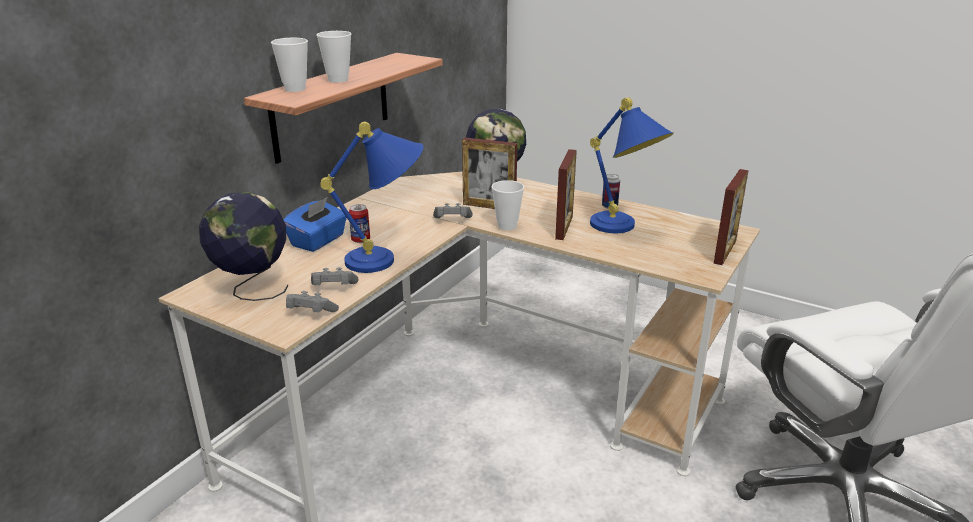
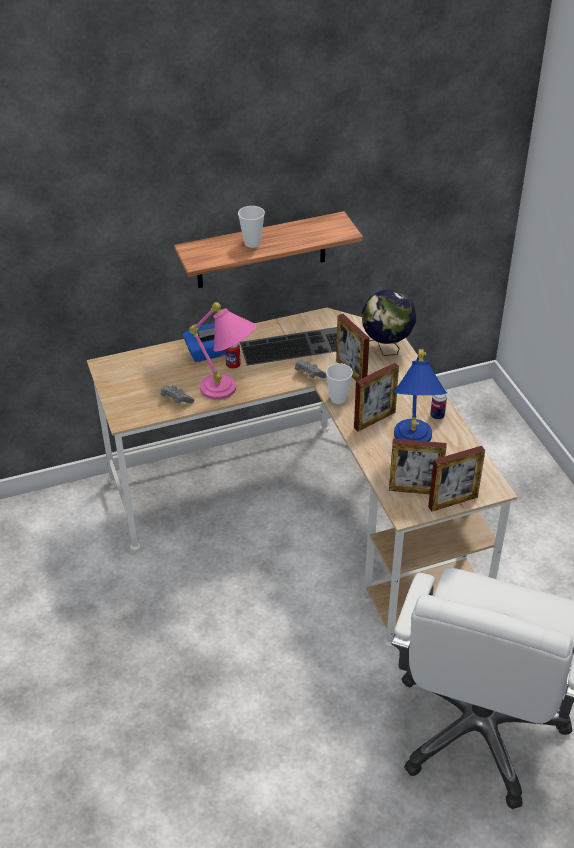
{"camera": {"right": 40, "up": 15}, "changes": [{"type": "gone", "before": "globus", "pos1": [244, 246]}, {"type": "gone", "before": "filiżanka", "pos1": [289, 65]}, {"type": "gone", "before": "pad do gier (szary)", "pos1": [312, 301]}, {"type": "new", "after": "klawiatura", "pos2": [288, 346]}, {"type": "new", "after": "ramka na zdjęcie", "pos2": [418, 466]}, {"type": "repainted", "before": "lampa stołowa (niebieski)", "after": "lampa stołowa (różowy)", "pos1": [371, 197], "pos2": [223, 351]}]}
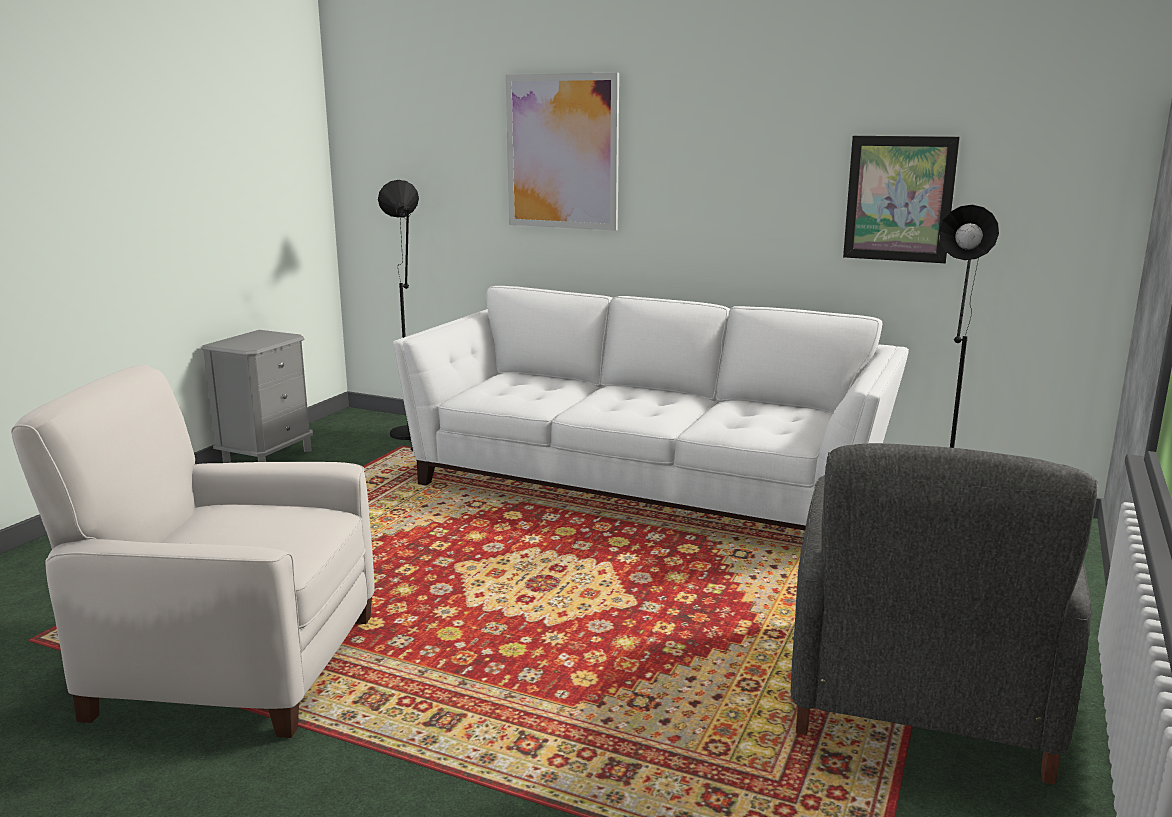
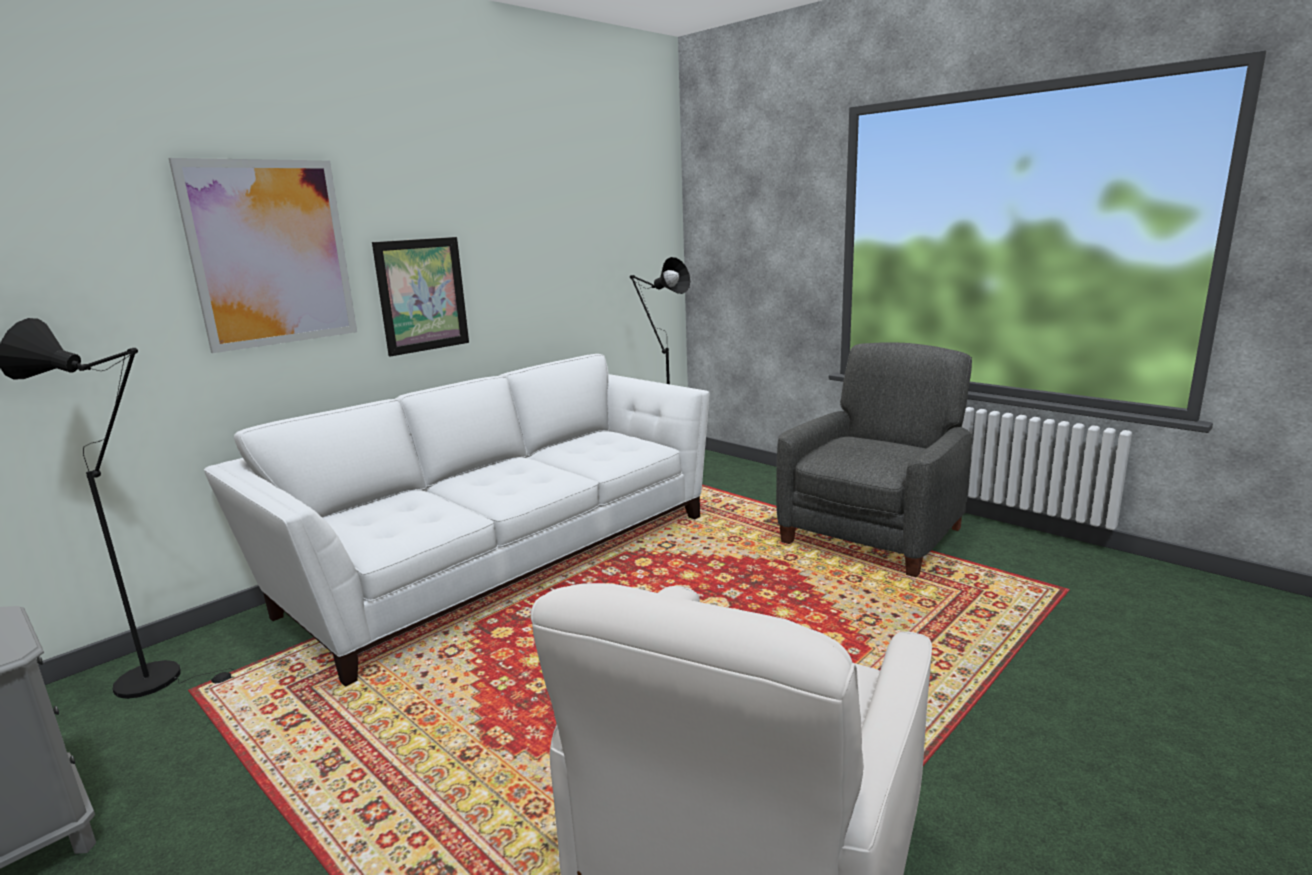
{"camera": {"right": -70, "up": 0}, "changes": [{"type": "shifted", "before": "obraz", "pos1": [901, 199], "pos2": [420, 297]}, {"type": "rotated", "before": "fotel (szary)", "pos1": [944, 614], "pos2": [874, 459], "turn": -90}]}
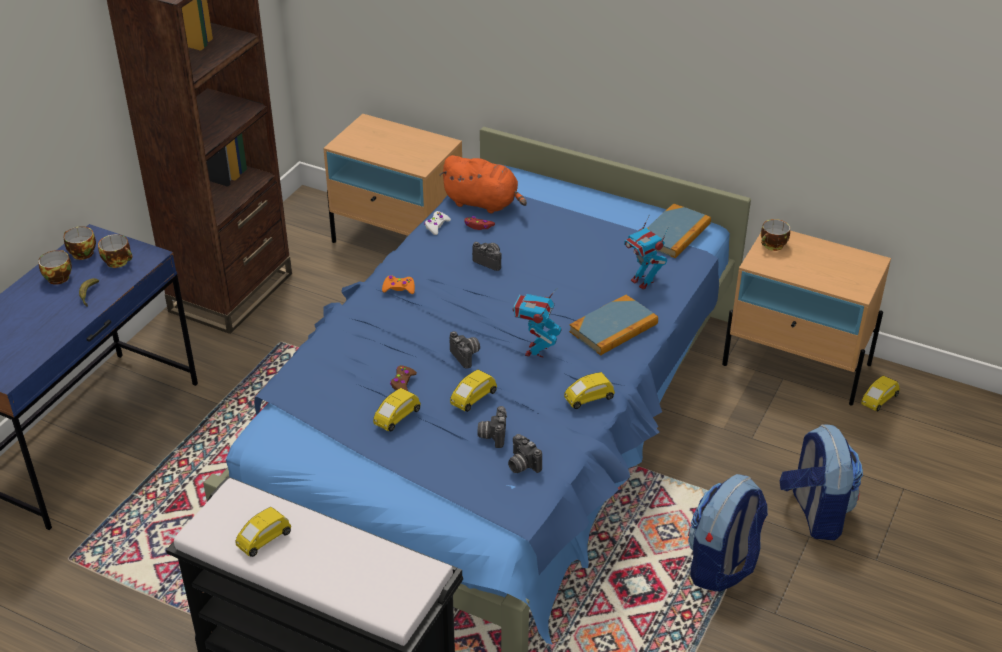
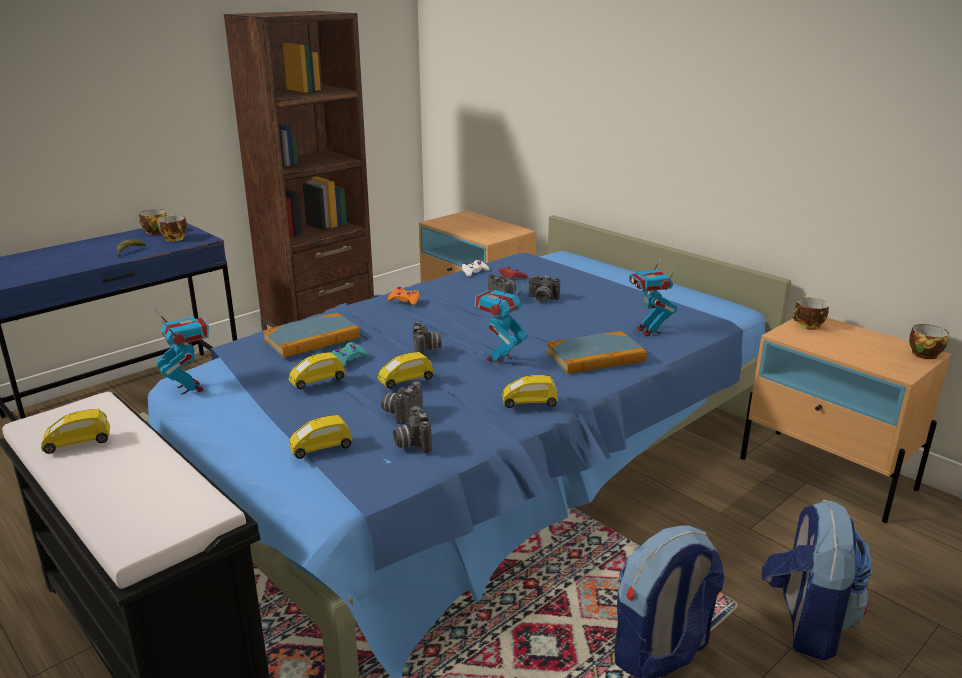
{"camera": {"right": 20, "up": -15}, "changes": [{"type": "gone", "before": "pluszak (pomarańczowy)", "pos1": [483, 184]}, {"type": "new", "after": "robot zabawkowy", "pos2": [182, 352]}, {"type": "new", "after": "aparat fotograficzny", "pos2": [544, 288]}, {"type": "shifted", "before": "filiżanka", "pos1": [55, 267], "pos2": [929, 341]}, {"type": "shifted", "before": "książka", "pos1": [679, 230], "pos2": [311, 335]}, {"type": "shifted", "before": "samochodzik (żółty)", "pos1": [880, 393], "pos2": [321, 437]}, {"type": "repainted", "before": "pad do gier (brązowy)", "after": "pad do gier (turkusowy)", "pos1": [403, 378], "pos2": [349, 354]}]}
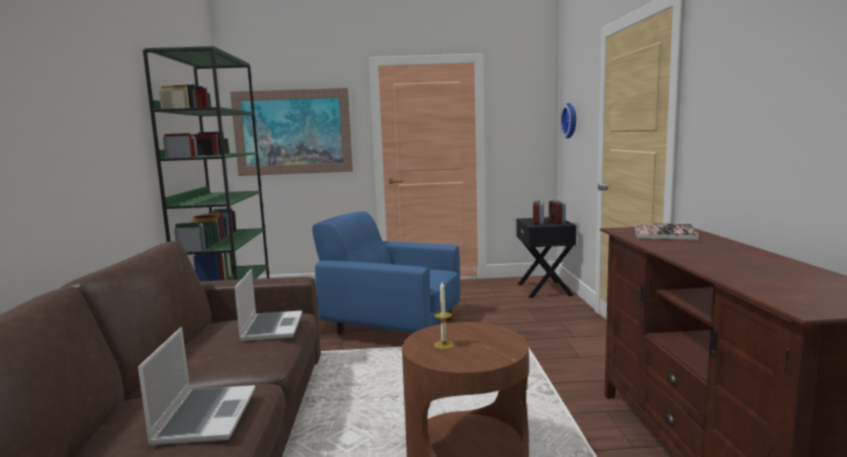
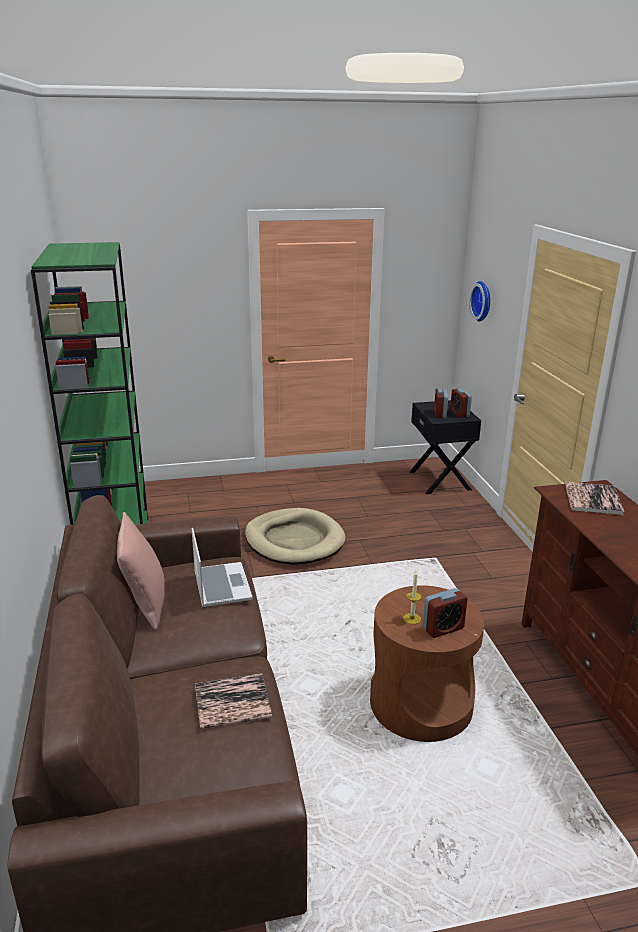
{"camera": {"right": -10, "up": 15}, "changes": [{"type": "gone", "before": "obraz", "pos1": [291, 132]}, {"type": "new", "after": "poduszka (różowy)", "pos2": [141, 571]}, {"type": "new", "after": "budzik", "pos2": [445, 613]}, {"type": "swapped", "before": "laptop", "after": "książka", "pos1": [197, 386], "pos2": [233, 701]}, {"type": "swapped", "before": "fotel (niebieski)", "after": "legowisko (beżowy)", "pos1": [386, 273], "pos2": [295, 536]}]}
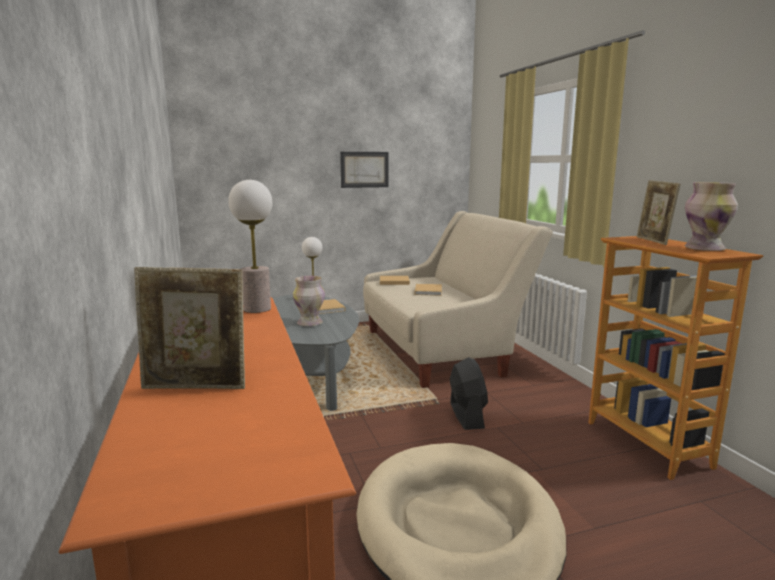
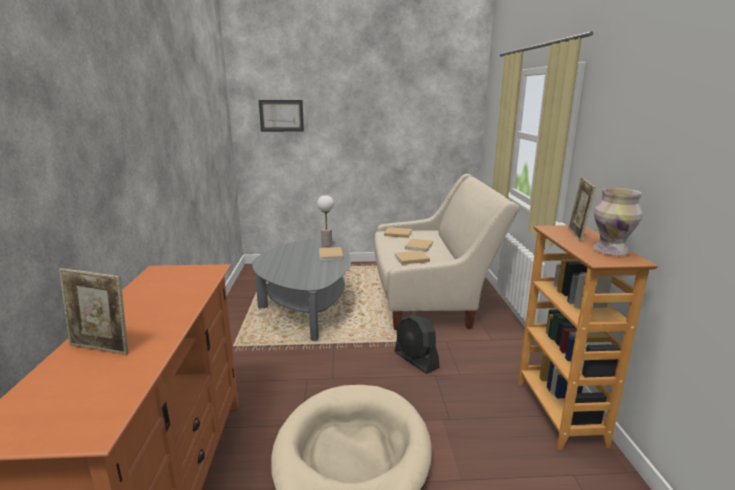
{"camera": {"right": 15, "up": 5}, "changes": [{"type": "gone", "before": "lampa stołowa", "pos1": [250, 246]}, {"type": "gone", "before": "wazon", "pos1": [309, 301]}, {"type": "new", "after": "książka (beżowy)", "pos2": [412, 258]}, {"type": "shifted", "before": "obraz", "pos1": [364, 170], "pos2": [281, 116]}, {"type": "rotated", "before": "wentylator (czarny)", "pos1": [469, 393], "pos2": [417, 344], "turn": 135}]}
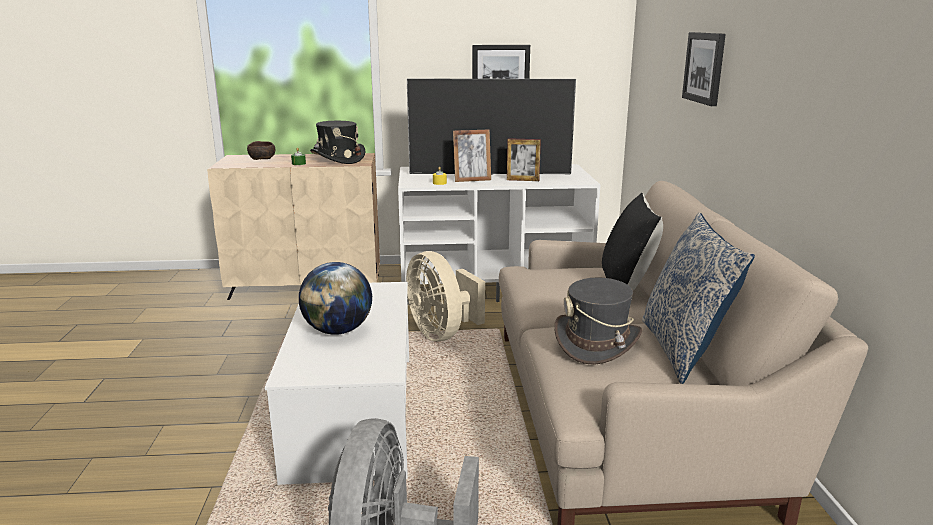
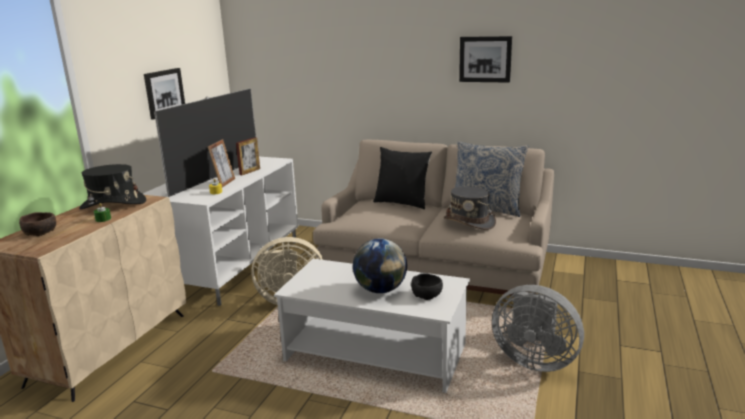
{"camera": {"right": -65, "up": 0}, "changes": [{"type": "new", "after": "miska (czarny)", "pos2": [427, 286]}, {"type": "shifted", "before": "obraz", "pos1": [704, 69], "pos2": [485, 59]}]}
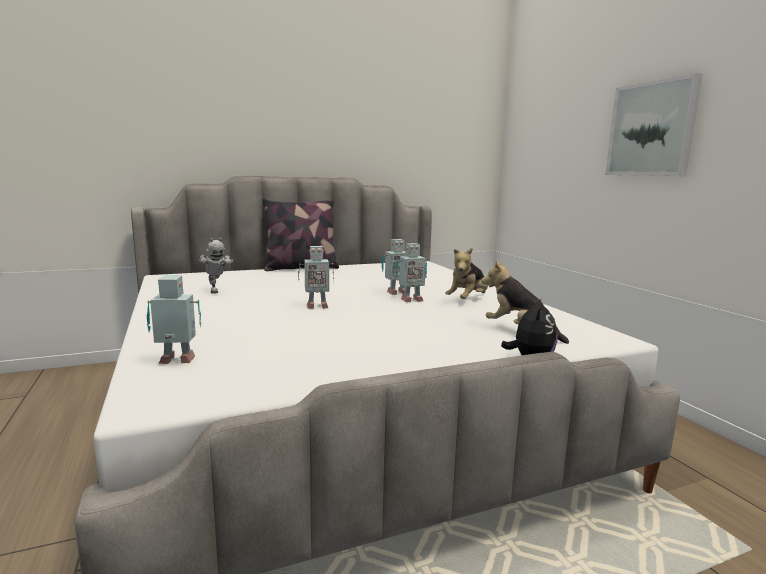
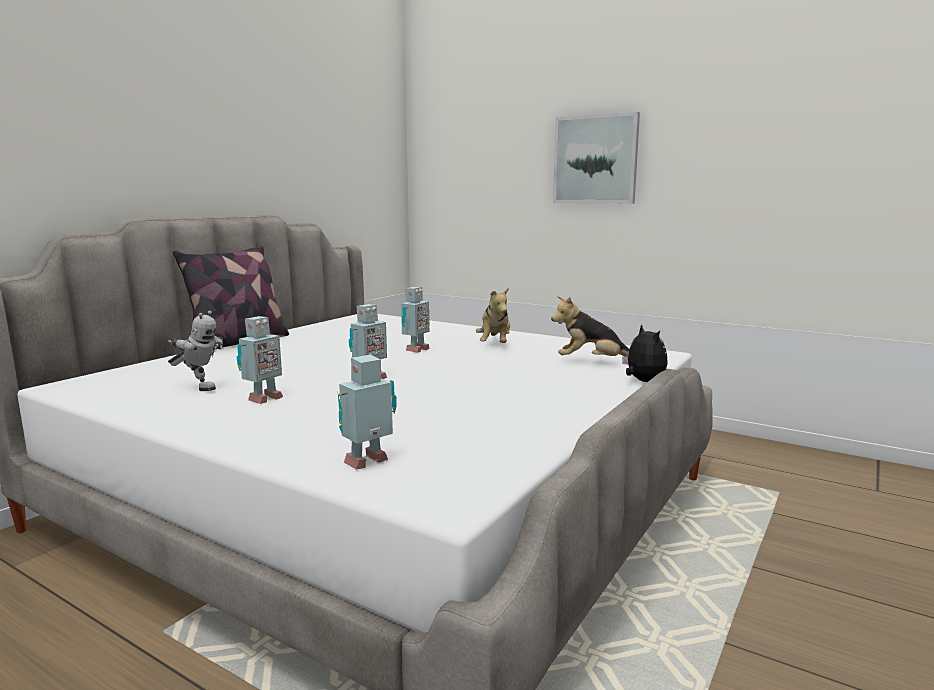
{"camera": {"right": -35, "up": 0}, "changes": [{"type": "shifted", "before": "robot zabawkowy", "pos1": [411, 272], "pos2": [259, 360]}]}
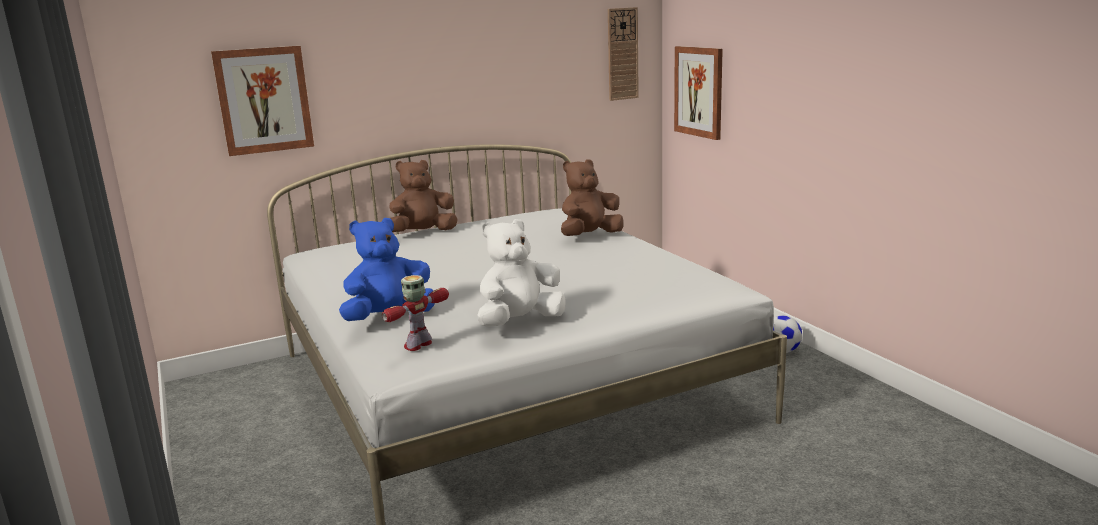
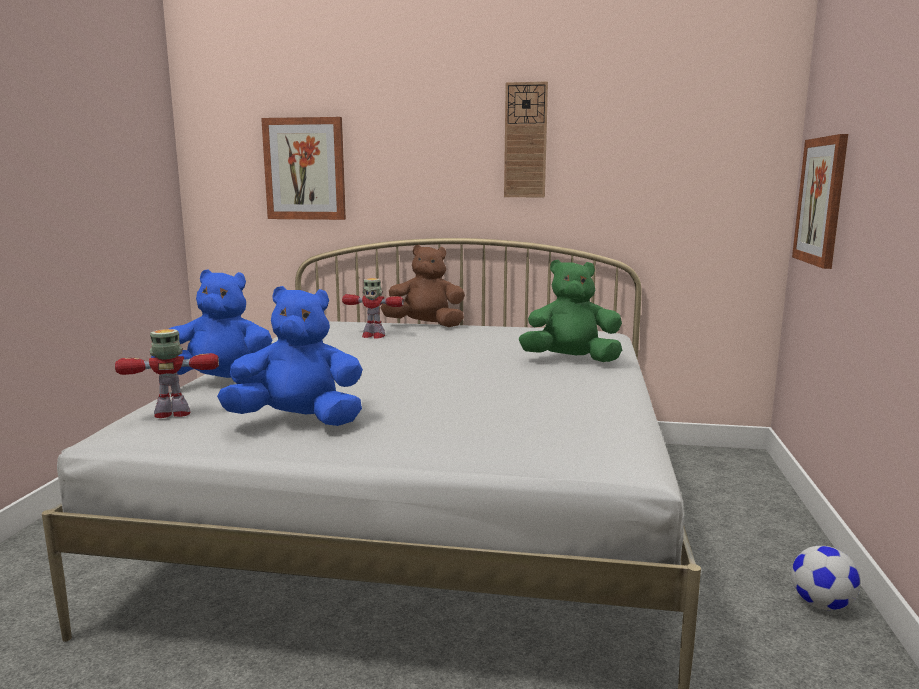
{"camera": {"right": 35, "up": -5}, "changes": [{"type": "new", "after": "robot zabawkowy", "pos2": [373, 308]}, {"type": "shifted", "before": "zegar ścienny", "pos1": [623, 54], "pos2": [526, 139]}, {"type": "repainted", "before": "pluszak (biały)", "after": "pluszak (niebieski)", "pos1": [521, 273], "pos2": [290, 356]}, {"type": "repainted", "before": "pluszak (brązowy)", "after": "pluszak (zielony)", "pos1": [592, 197], "pos2": [570, 311]}]}
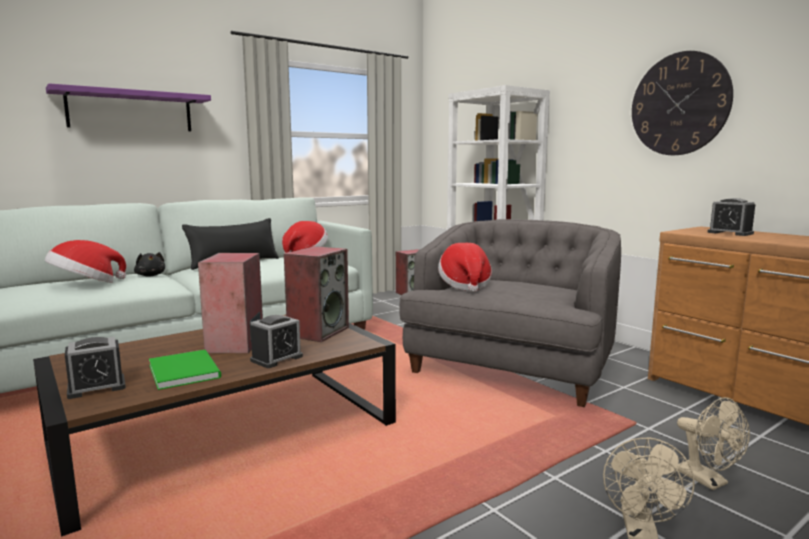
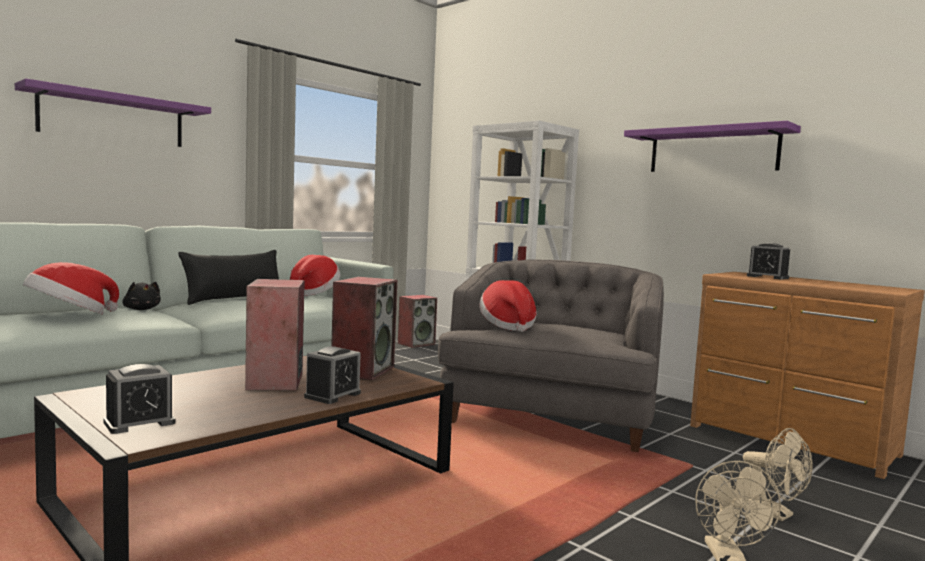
{"camera": {"right": -10, "up": -5}, "changes": [{"type": "gone", "before": "książka (zielony)", "pos1": [185, 370]}, {"type": "swapped", "before": "zegar ścienny", "after": "półka (fioletowy)", "pos1": [682, 103], "pos2": [712, 146]}]}
